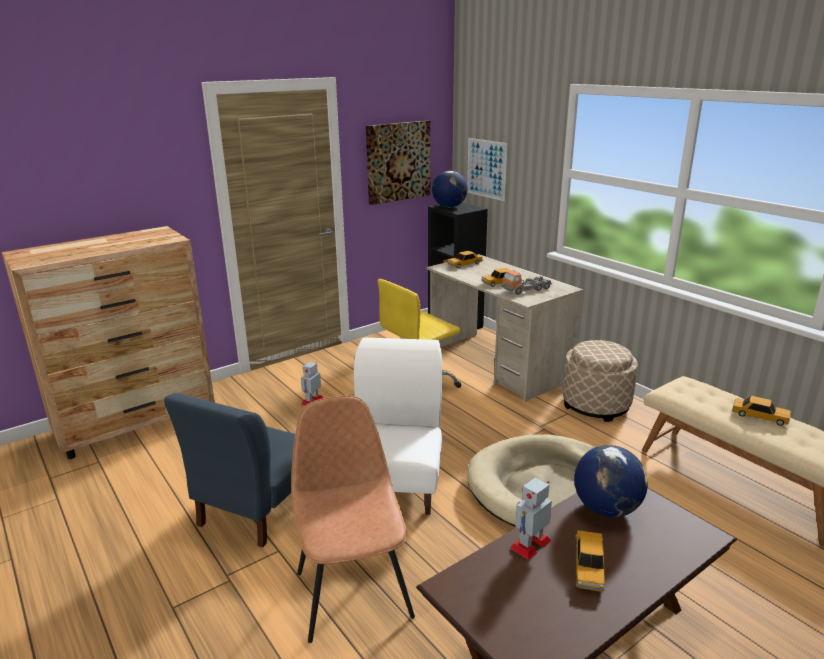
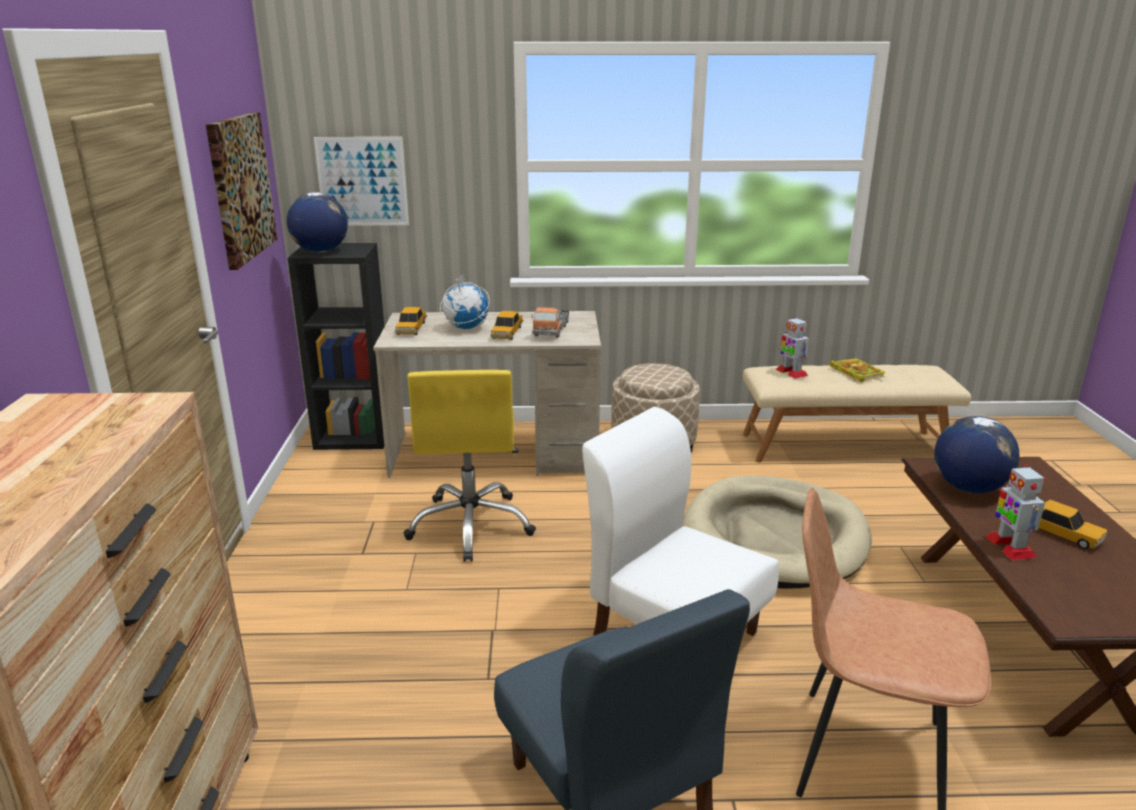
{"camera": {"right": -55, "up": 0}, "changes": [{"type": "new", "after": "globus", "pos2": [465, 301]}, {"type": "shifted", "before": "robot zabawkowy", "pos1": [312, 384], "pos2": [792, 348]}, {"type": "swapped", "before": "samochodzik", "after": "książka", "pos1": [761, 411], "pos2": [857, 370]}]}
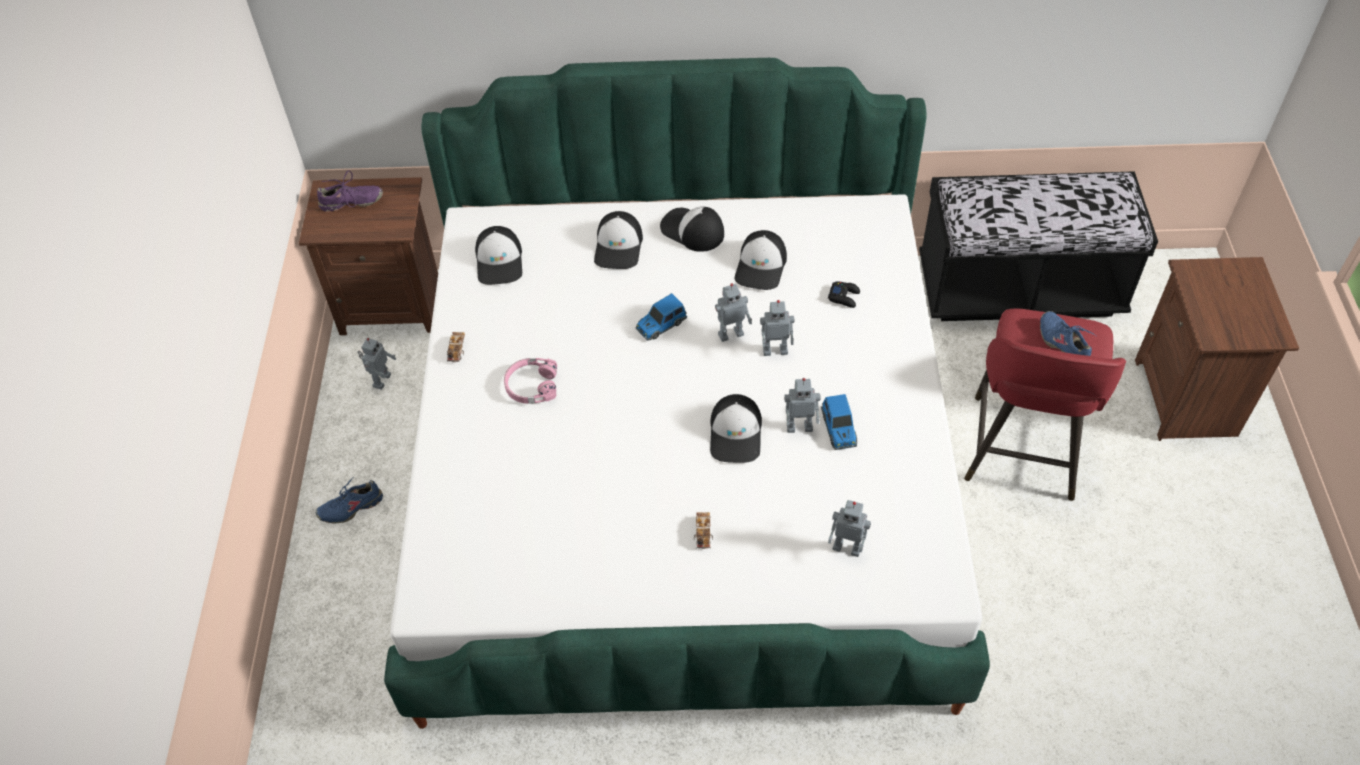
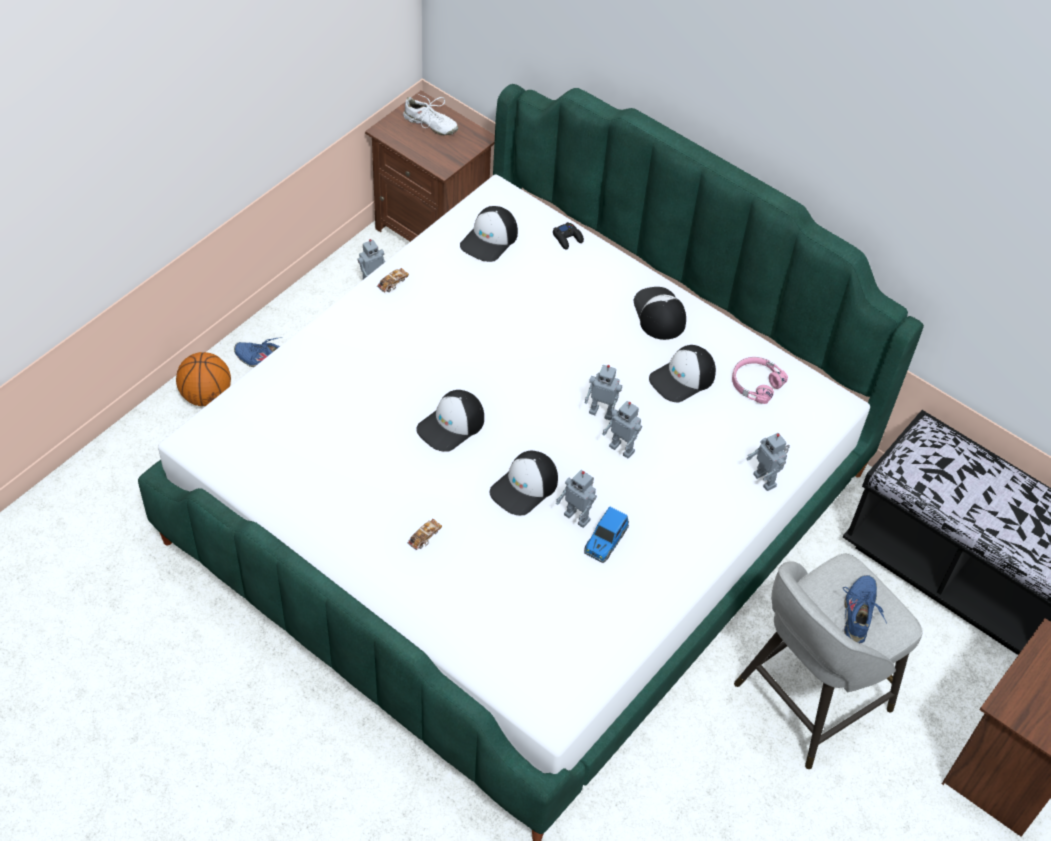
{"camera": {"right": 35, "up": 0}, "changes": [{"type": "gone", "before": "samochodzik", "pos1": [661, 317]}, {"type": "new", "after": "piłka do koszykówki", "pos2": [203, 379]}, {"type": "shifted", "before": "słuchawki (różowy)", "pos1": [530, 381], "pos2": [760, 380]}, {"type": "shifted", "before": "czapka z daszkiem", "pos1": [618, 240], "pos2": [450, 421]}, {"type": "shifted", "before": "pad do gier (czarny)", "pos1": [844, 295], "pos2": [568, 235]}, {"type": "shifted", "before": "robot zabawkowy", "pos1": [849, 528], "pos2": [768, 462]}, {"type": "repainted", "before": "but (fioletowy)", "after": "but (biały)", "pos1": [350, 191], "pos2": [430, 114]}, {"type": "repainted", "before": "stołek (czerwony)", "after": "stołek (szary)", "pos1": [1045, 405], "pos2": [828, 661]}]}
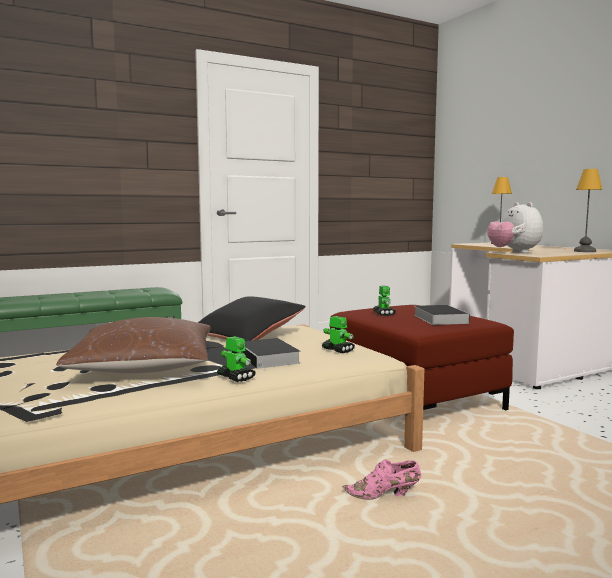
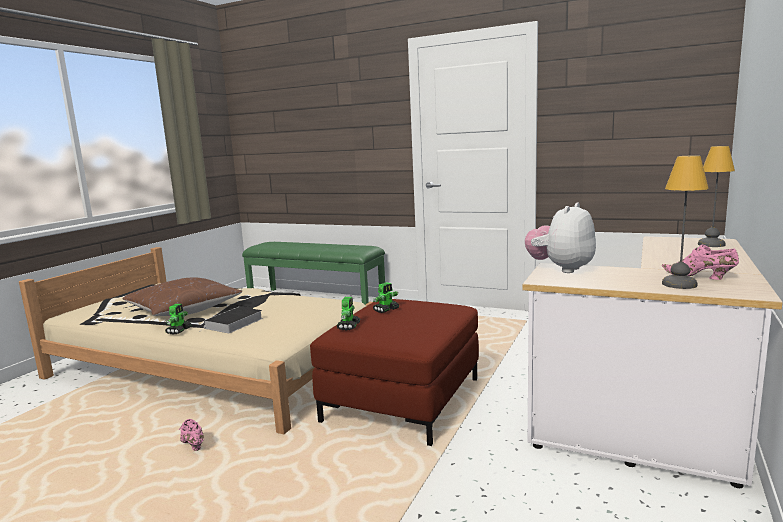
{"camera": {"right": 55, "up": 5}, "changes": [{"type": "gone", "before": "poduszka (czarny)", "pos1": [252, 318]}, {"type": "gone", "before": "książka", "pos1": [442, 315]}, {"type": "new", "after": "but (różowy)", "pos2": [700, 262]}, {"type": "shifted", "before": "robot zabawkowy", "pos1": [338, 334], "pos2": [348, 313]}]}
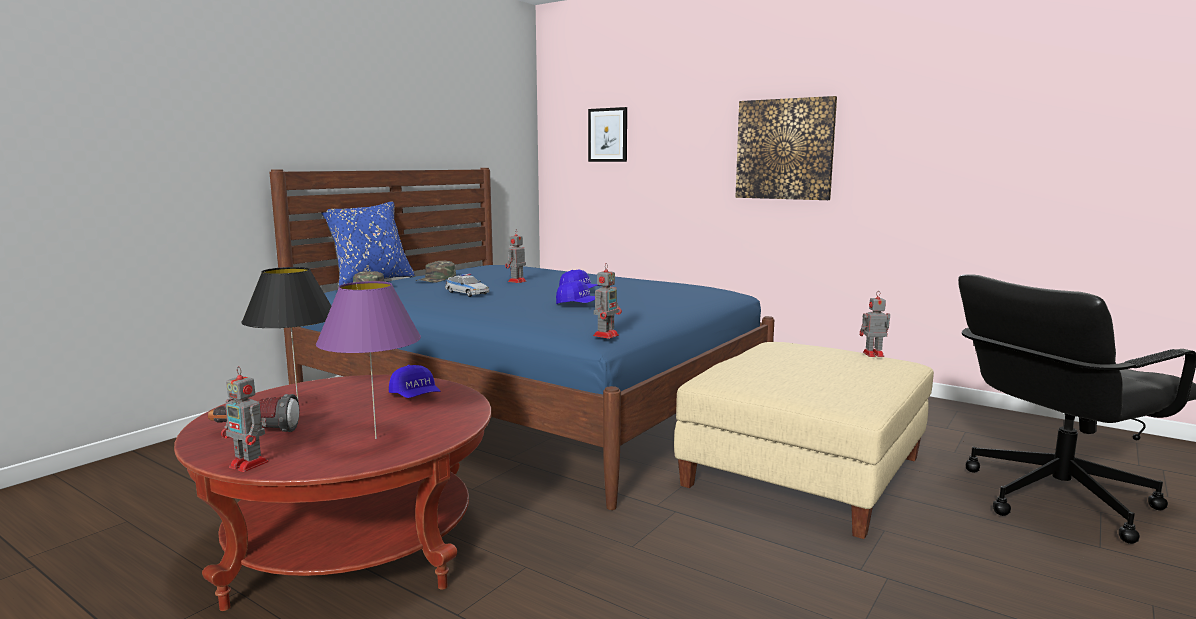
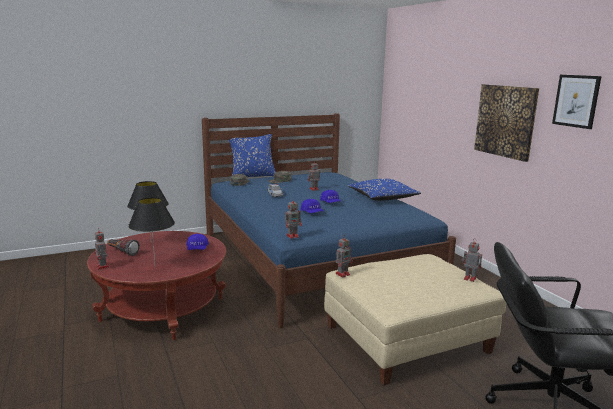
{"camera": {"right": 30, "up": 5}, "changes": [{"type": "new", "after": "robot zabawkowy", "pos2": [344, 256]}, {"type": "new", "after": "poduszka (niebieski)", "pos2": [384, 190]}, {"type": "shifted", "before": "obraz", "pos1": [607, 134], "pos2": [577, 102]}, {"type": "repainted", "before": "lampa stołowa (fioletowy)", "after": "lampa stołowa (czarny)", "pos1": [368, 360], "pos2": [151, 232]}]}
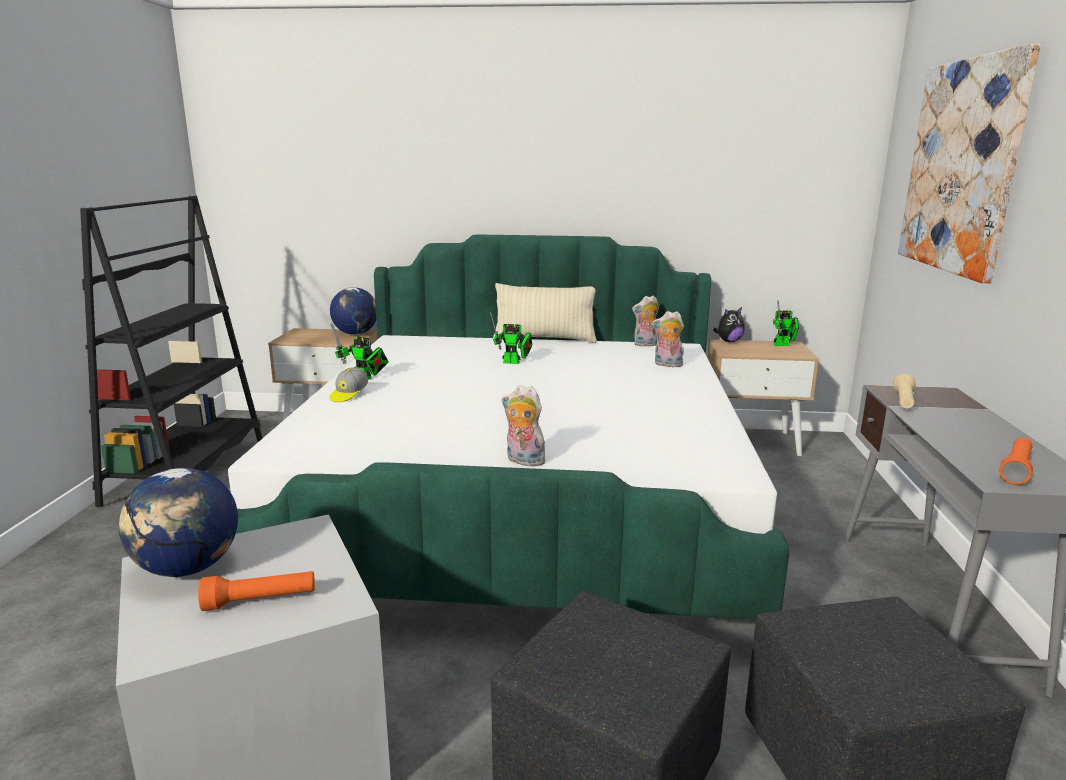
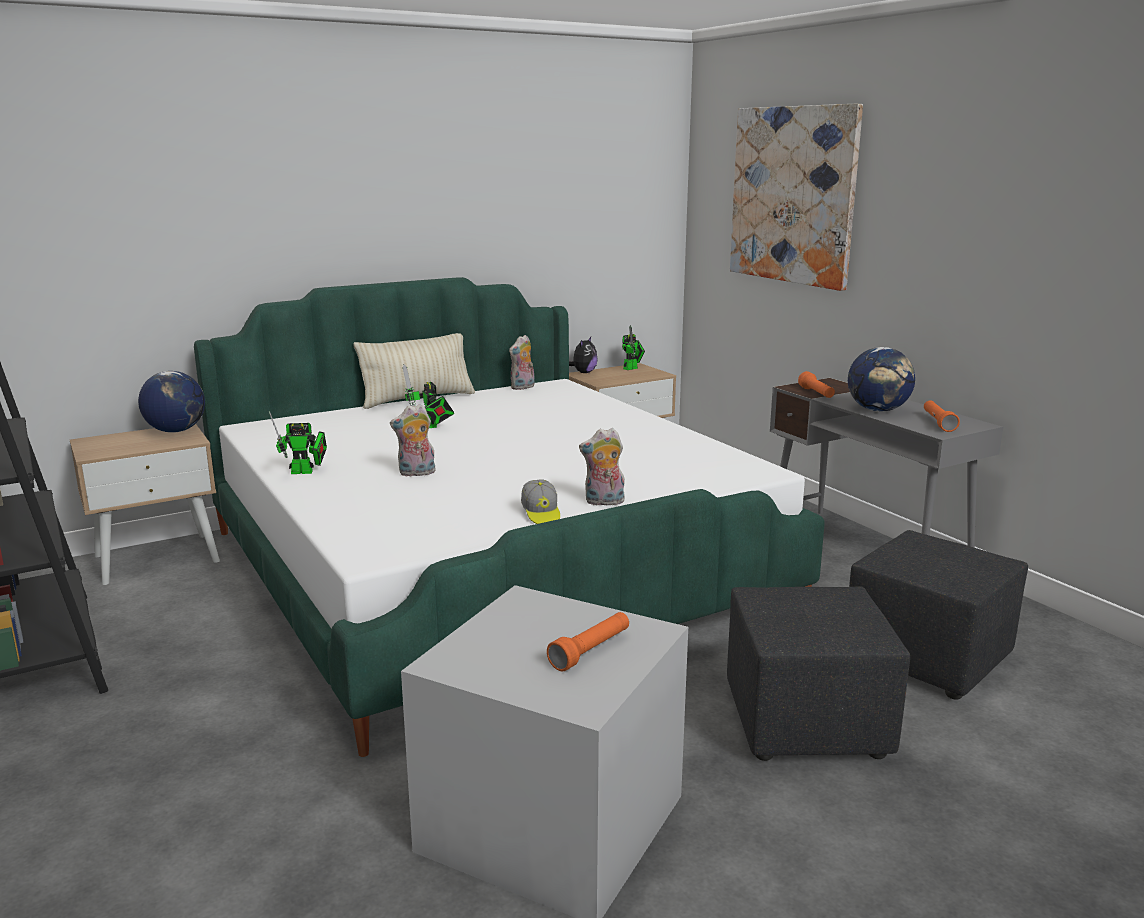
{"camera": {"right": -35, "up": 0}, "changes": [{"type": "shifted", "before": "globus", "pos1": [178, 522], "pos2": [881, 379]}, {"type": "shifted", "before": "czapka z daszkiem", "pos1": [349, 385], "pos2": [540, 501]}, {"type": "shifted", "before": "pluszak", "pos1": [668, 339], "pos2": [413, 440]}, {"type": "repainted", "before": "latarka (beżowy)", "after": "latarka (pomarańczowy)", "pos1": [904, 391], "pos2": [816, 384]}, {"type": "rotated", "before": "robot zabawkowy", "pos1": [511, 338], "pos2": [428, 396], "turn": 90}]}
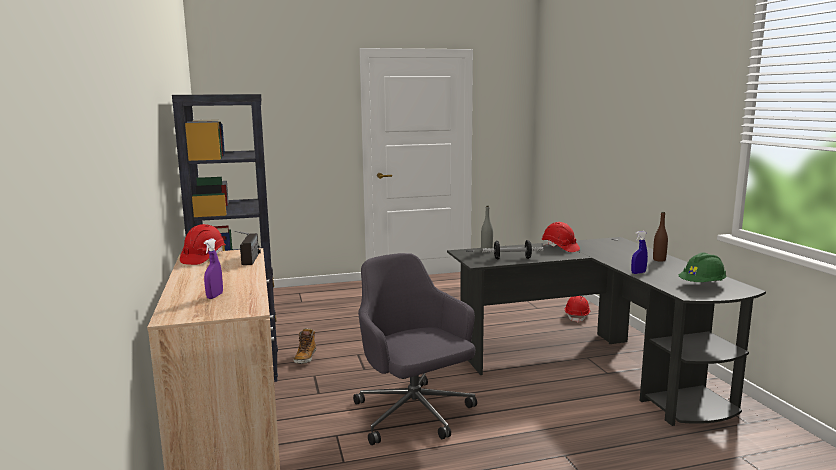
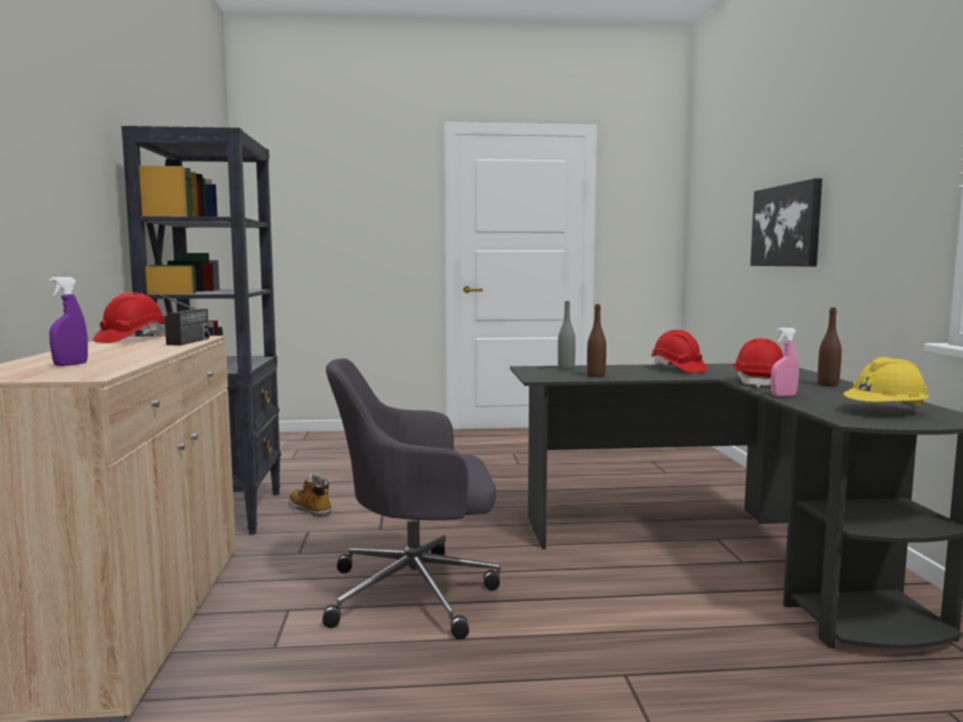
{"camera": {"right": 10, "up": -5}, "changes": [{"type": "new", "after": "obraz", "pos2": [786, 222]}, {"type": "shifted", "before": "kask (czerwony)", "pos1": [578, 309], "pos2": [758, 363]}, {"type": "swapped", "before": "hantel", "after": "butelka (brązowy)", "pos1": [512, 250], "pos2": [596, 340]}, {"type": "repainted", "before": "spryskiwacz (niebieski)", "after": "spryskiwacz (różowy)", "pos1": [639, 252], "pos2": [785, 362]}, {"type": "repainted", "before": "kask (zielony)", "after": "kask (żółty)", "pos1": [702, 267], "pos2": [886, 383]}, {"type": "rotated", "before": "but z cholewką", "pos1": [305, 346], "pos2": [310, 494], "turn": 120}, {"type": "rotated", "before": "krzesło biurowe (szary)", "pos1": [415, 349], "pos2": [411, 499], "turn": -75}]}
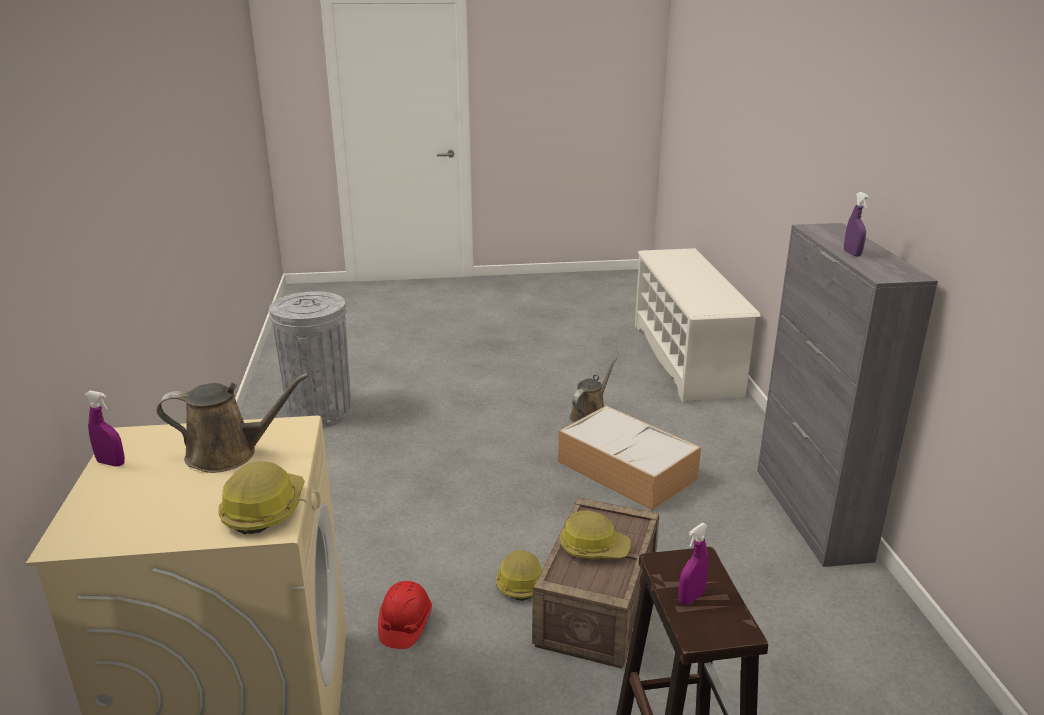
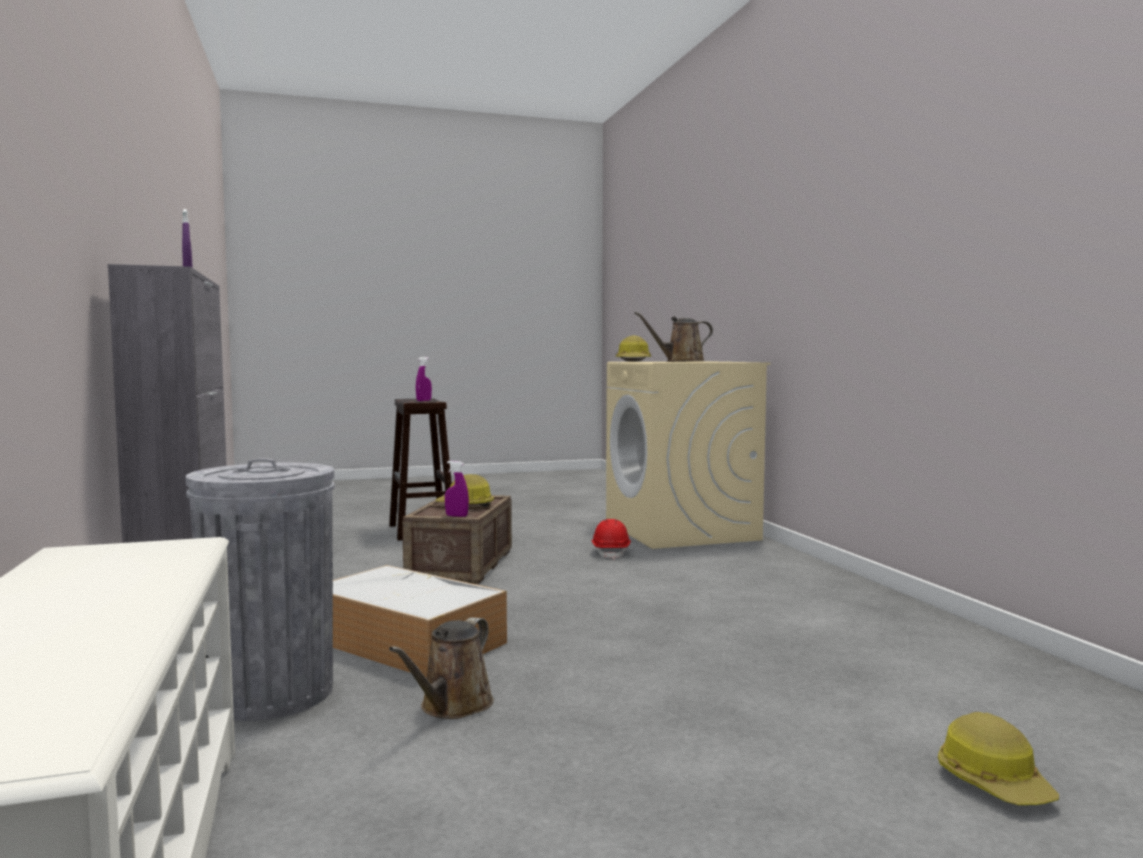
{"camera": {"right": 170, "up": -20}, "changes": [{"type": "shifted", "before": "spryskiwacz (fioletowy)", "pos1": [104, 429], "pos2": [457, 489]}, {"type": "shifted", "before": "kosz na śmieci (szary)", "pos1": [310, 359], "pos2": [260, 589]}, {"type": "shifted", "before": "kask", "pos1": [519, 575], "pos2": [998, 758]}]}
